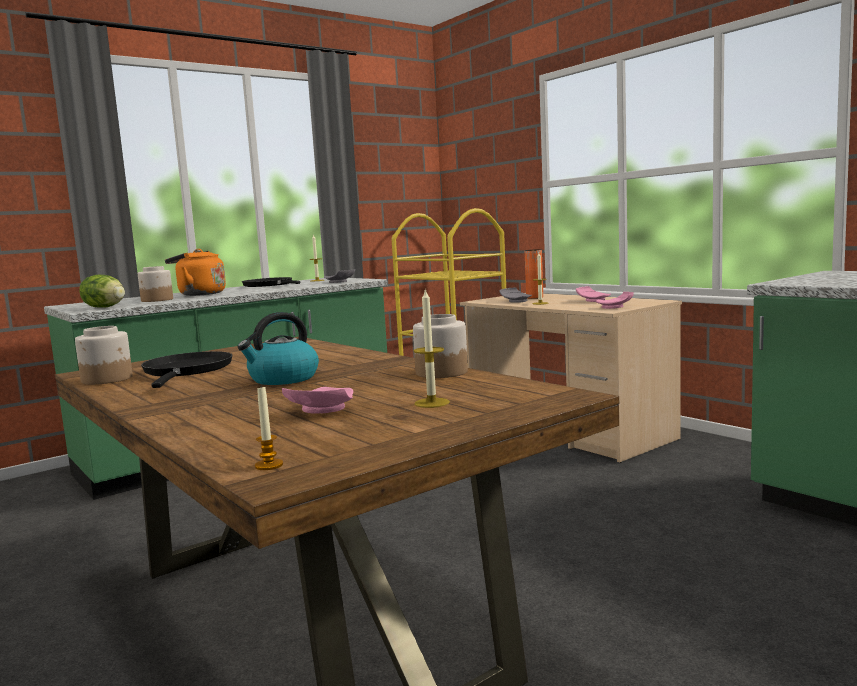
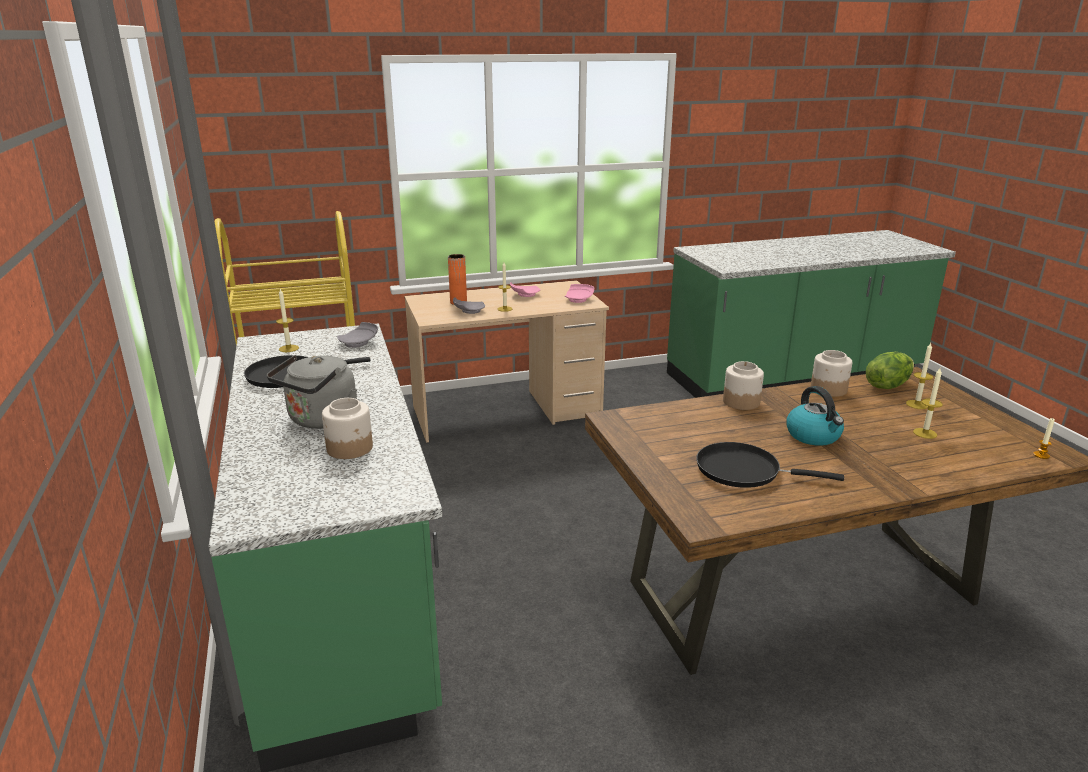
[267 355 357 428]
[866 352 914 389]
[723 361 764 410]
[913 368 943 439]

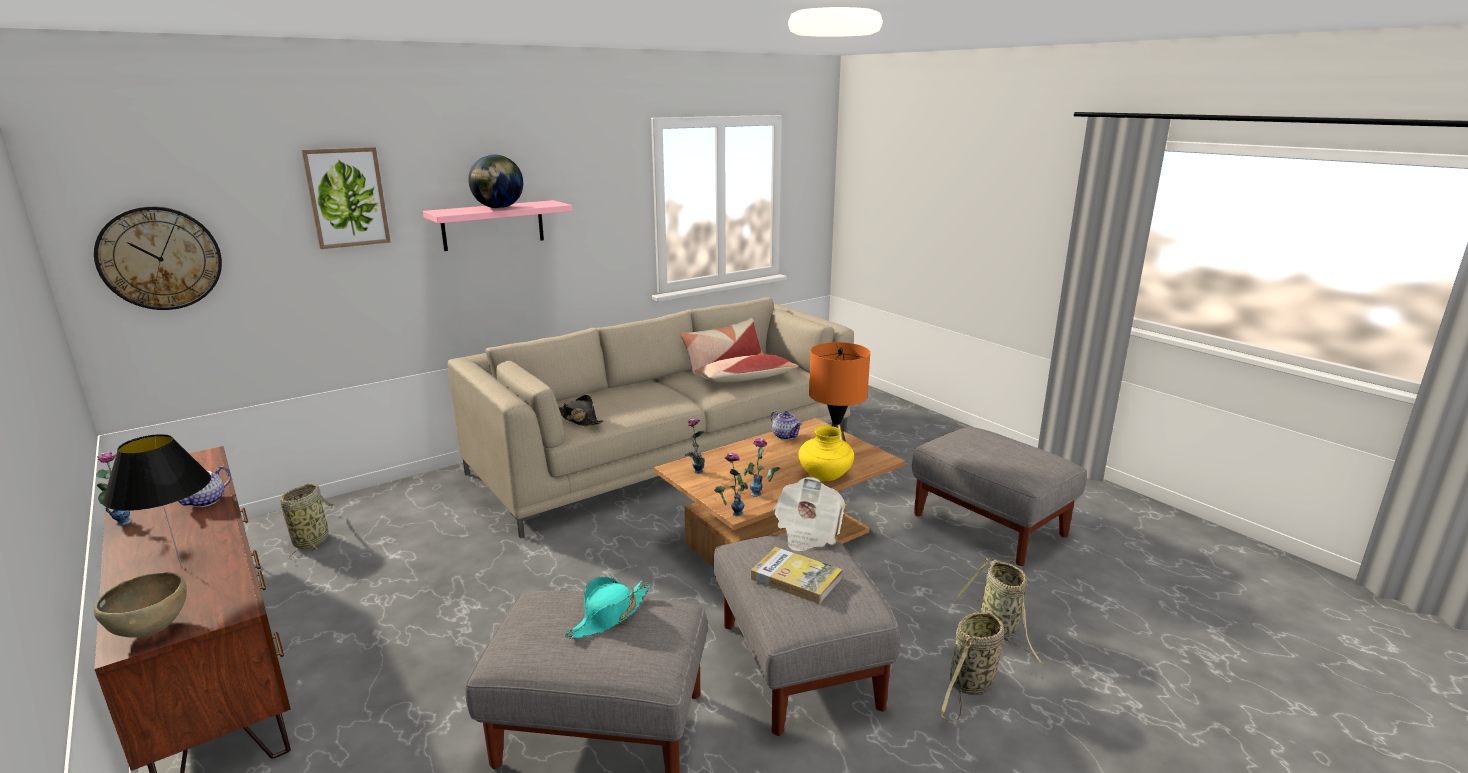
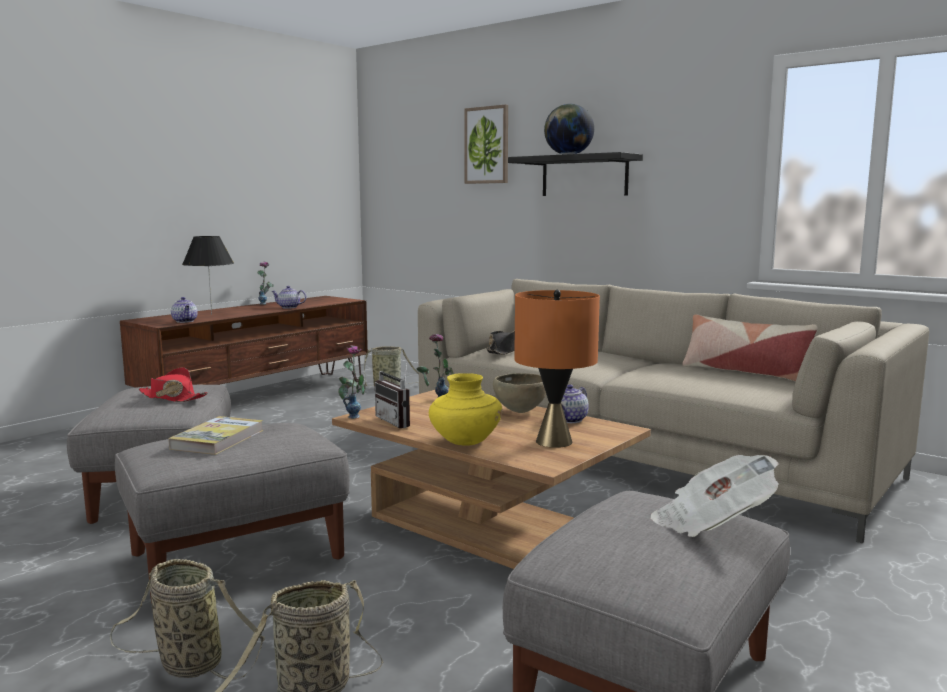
[508 152 643 196]
[94 206 222 310] (first image)
[694 354 798 383] (first image)
[375 360 410 428]
[651 455 779 537]
[493 373 546 413]
[139 367 208 402]
[171 297 198 323]

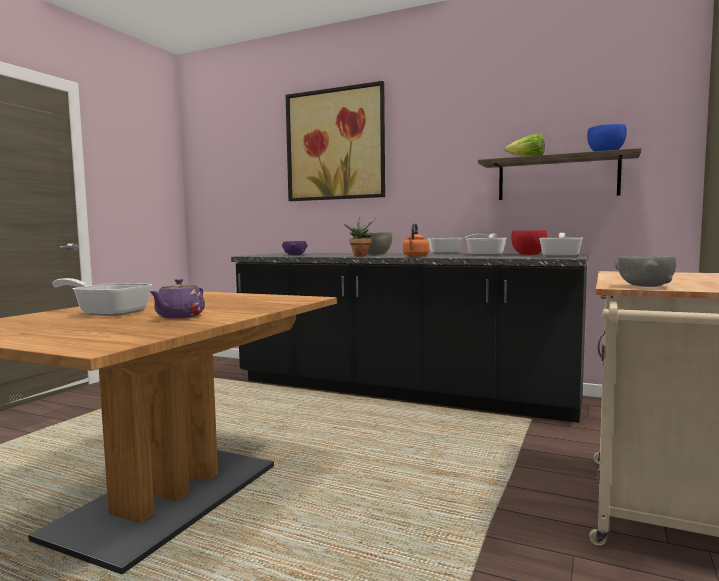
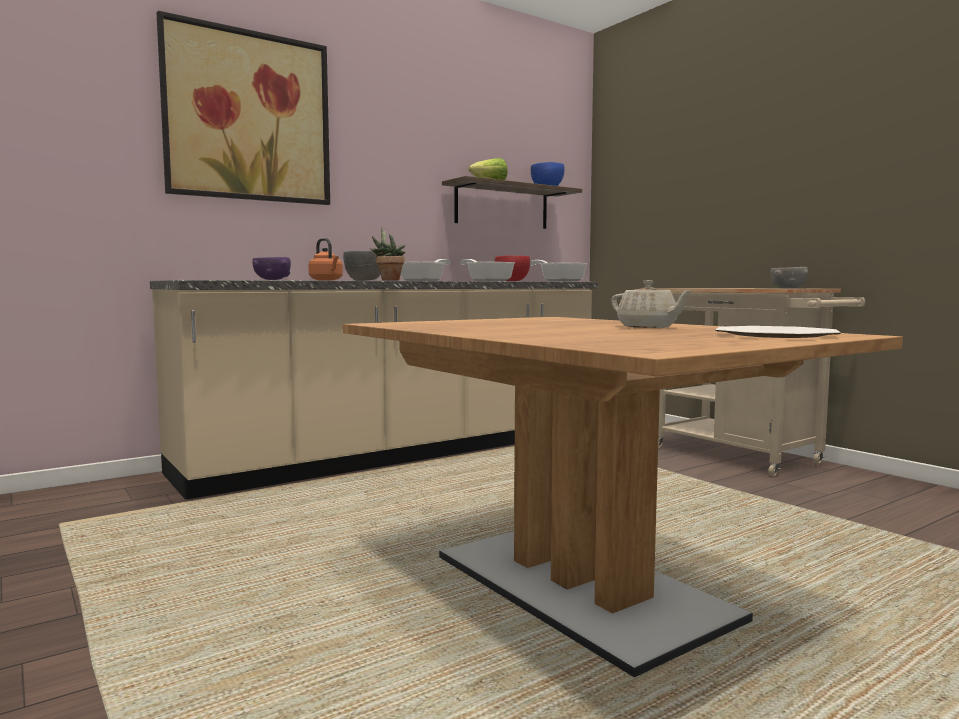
[308 238 343 281]
[150 280 598 500]
[52 278 152 316] (first image)
[611 280 692 328]
[715 326 841 338]

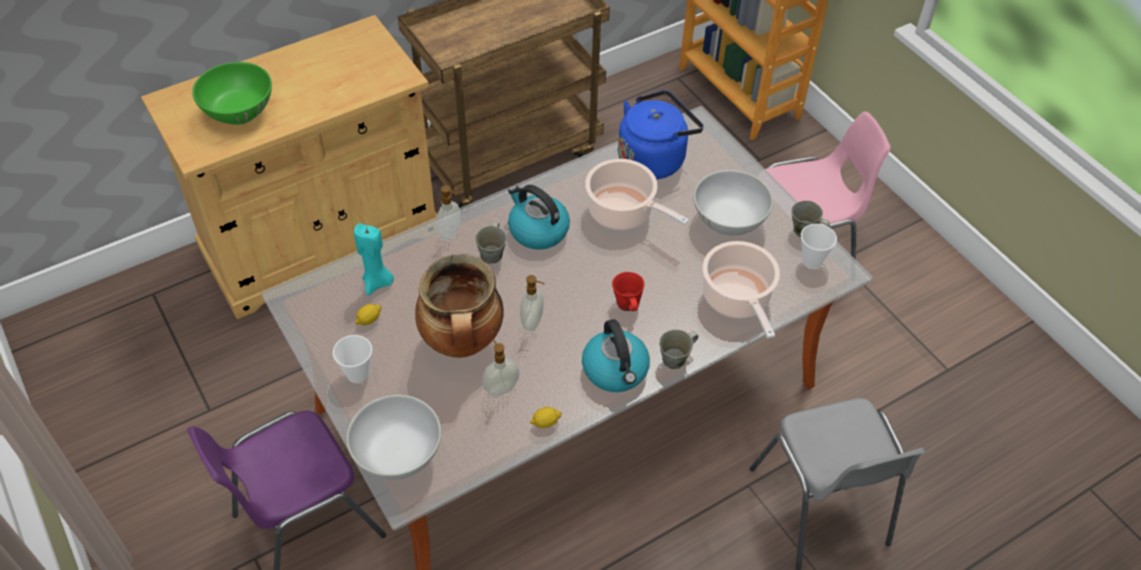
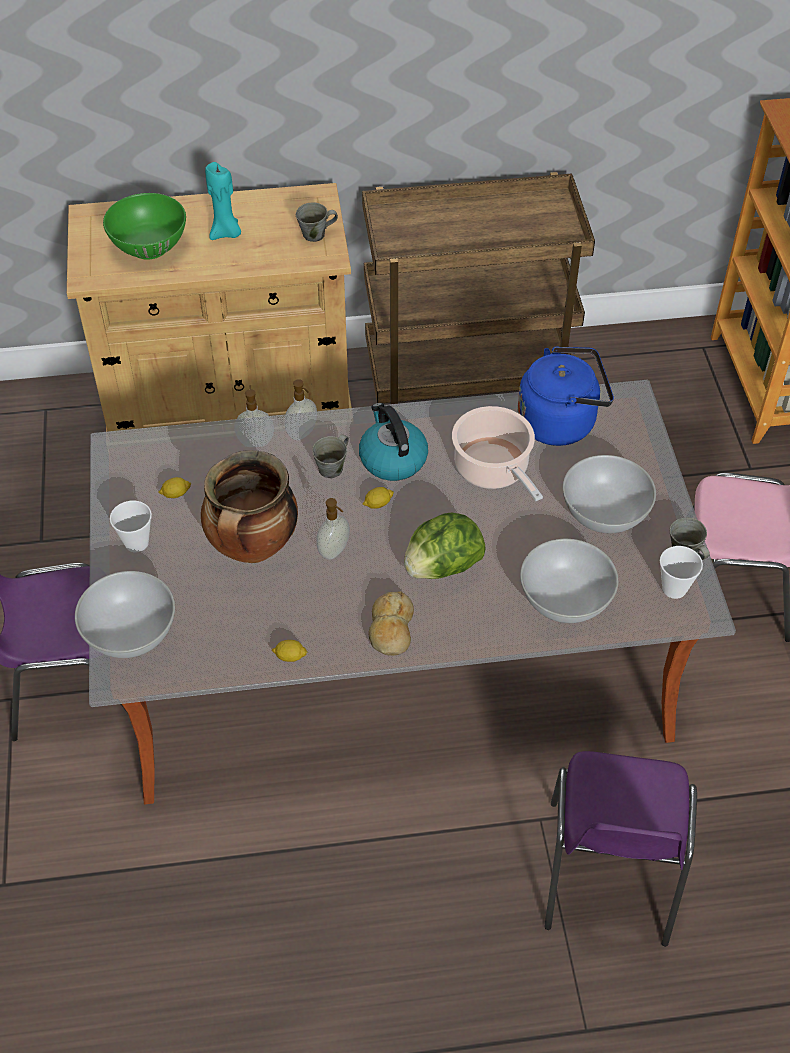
[205 162 241 240]
[520 539 618 623]
[404 512 486 579]
[369 591 414 656]
[296 203 338 242]
[234 385 274 447]
[544 751 697 947]
[363 487 394 509]

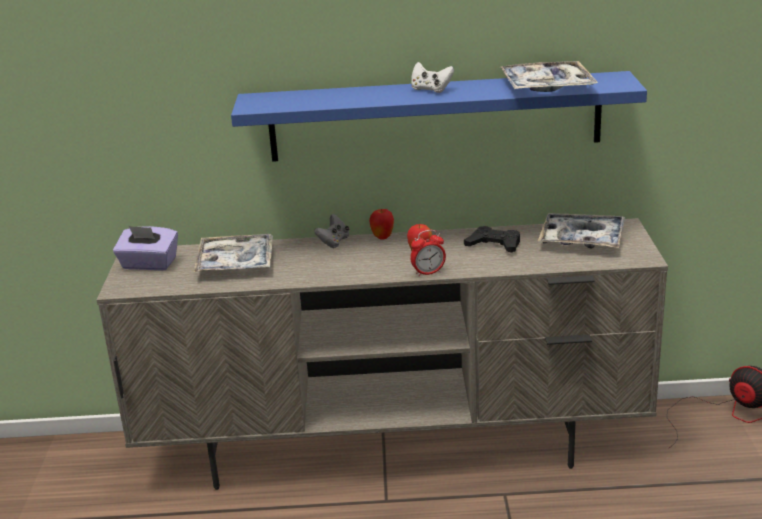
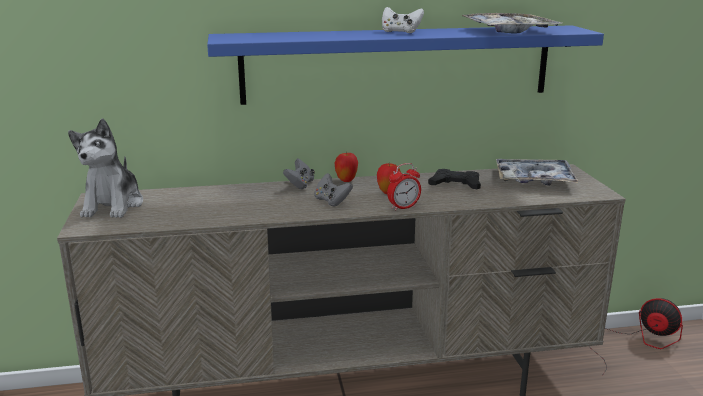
[68 118 143 218]
[194 234 273 272] (first image)
[314 173 353 207]

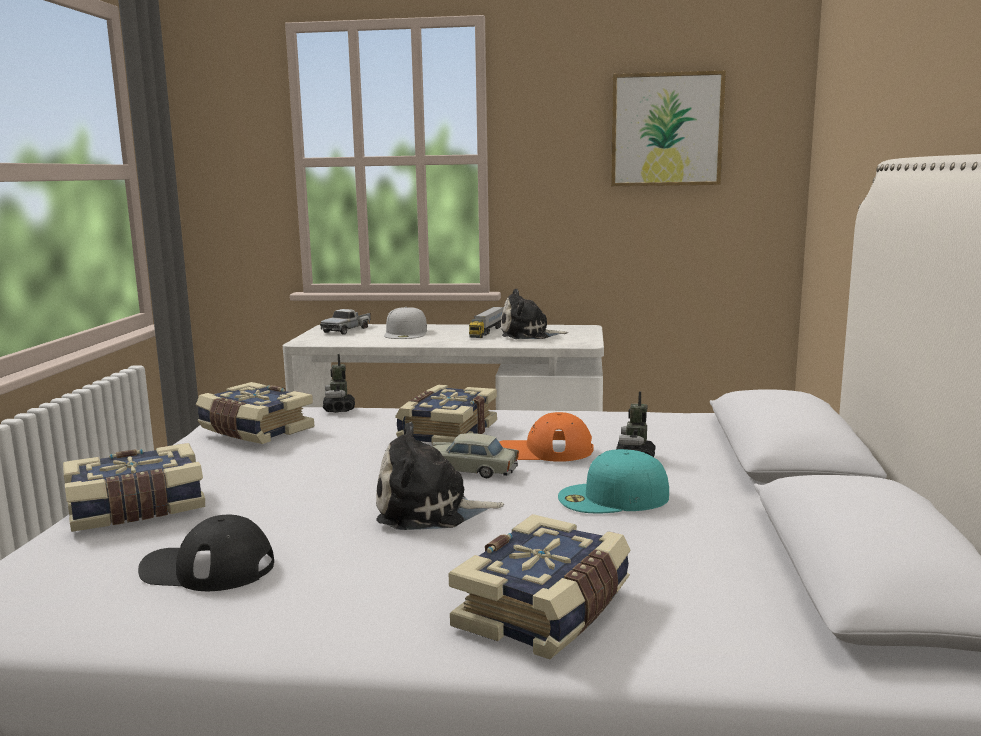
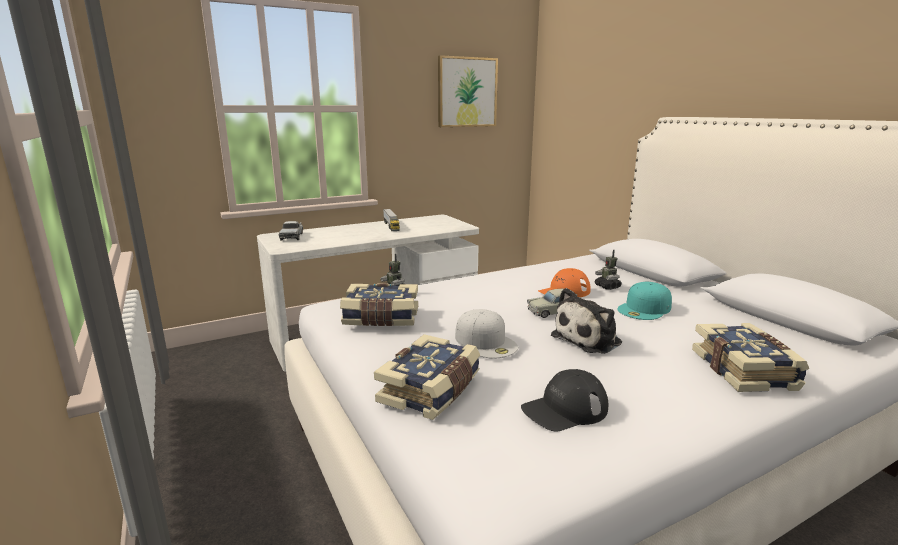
[501 289 568 339] (first image)
[455 309 518 359]
[395 385 497 444] (first image)

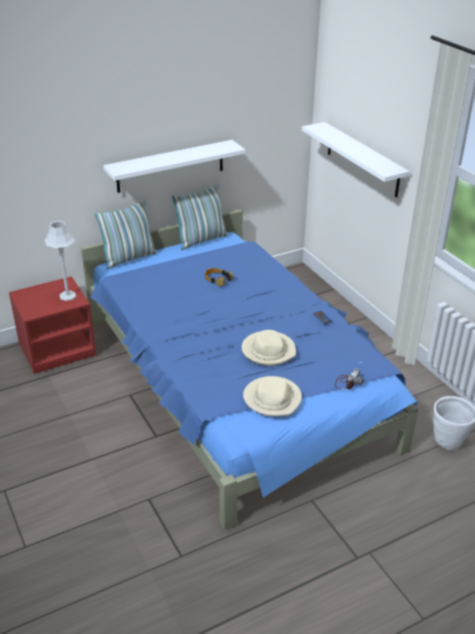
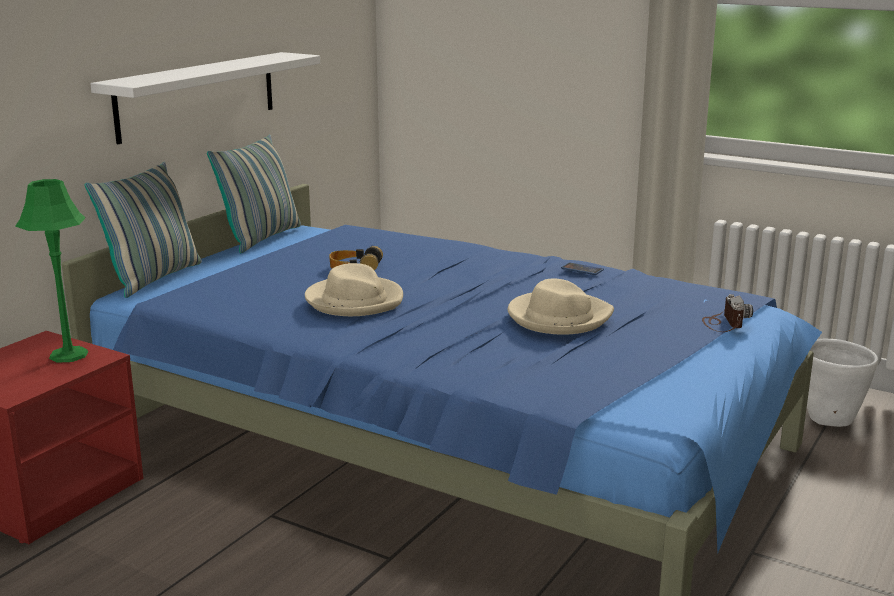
[302 122 410 198] (first image)
[15 179 88 363]
[305 263 403 316]

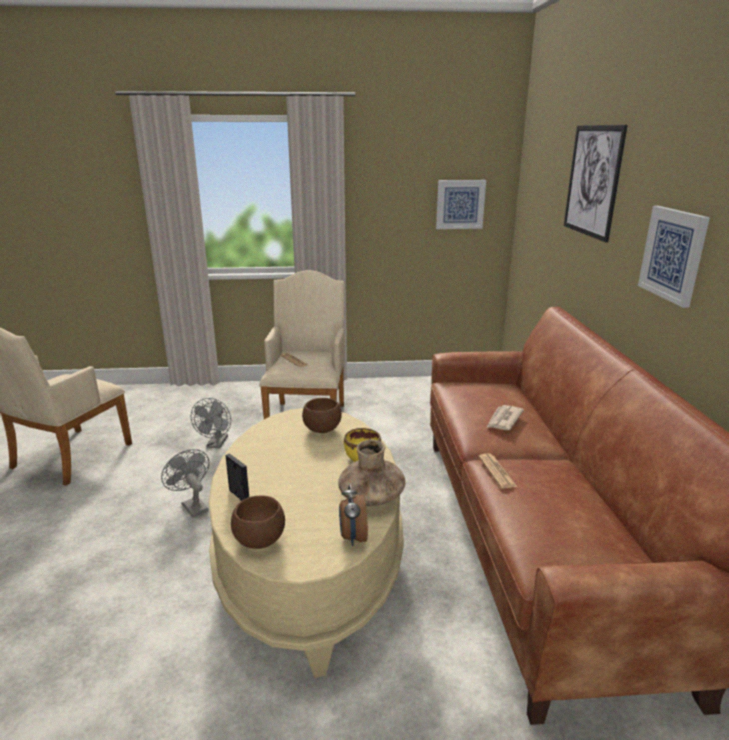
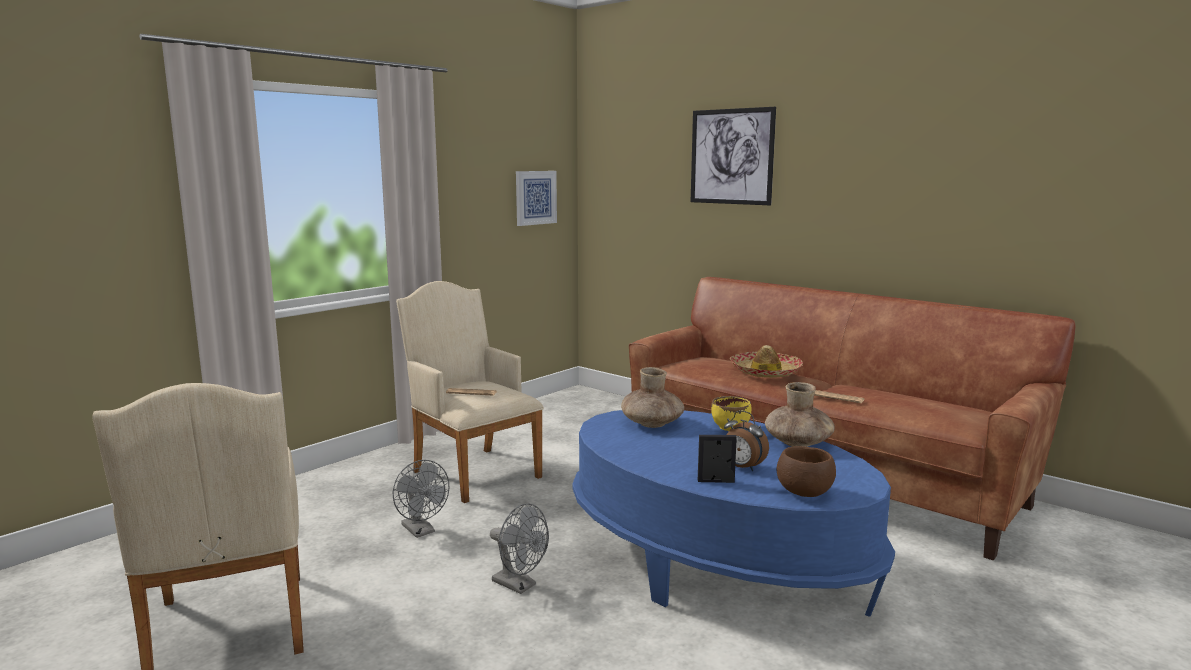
[638 206 710 308] (first image)
[621 367 684 428]
[730 345 803 378]
[572 410 895 617]
[490 503 549 594]
[724 410 769 471]

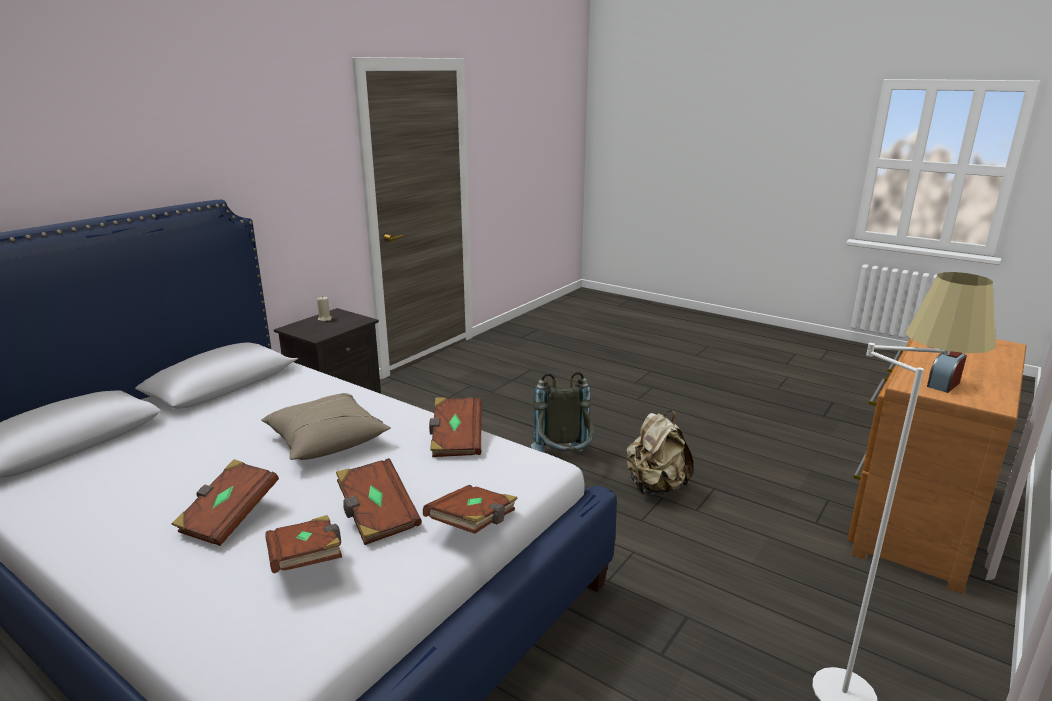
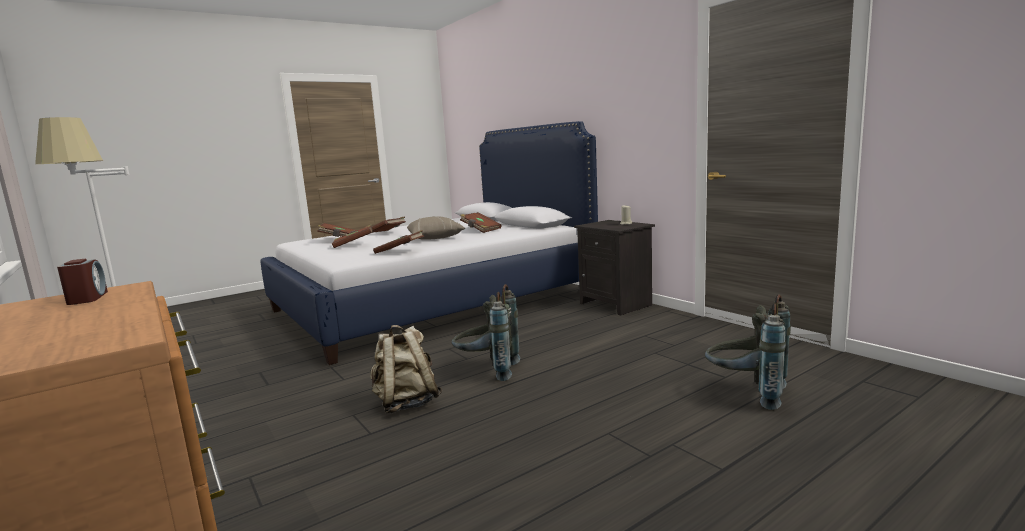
[460 212 501 233]
[705 294 791 410]

